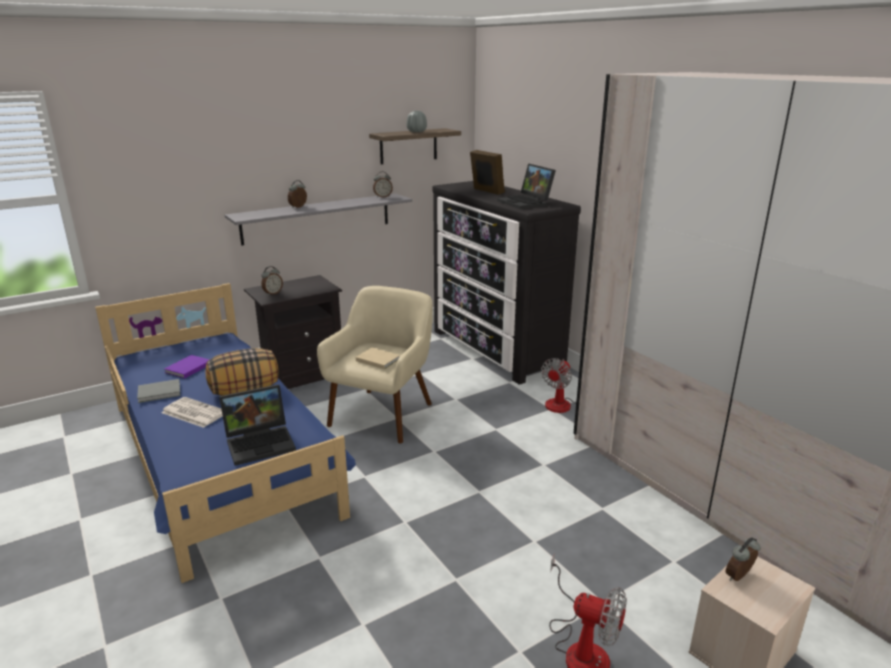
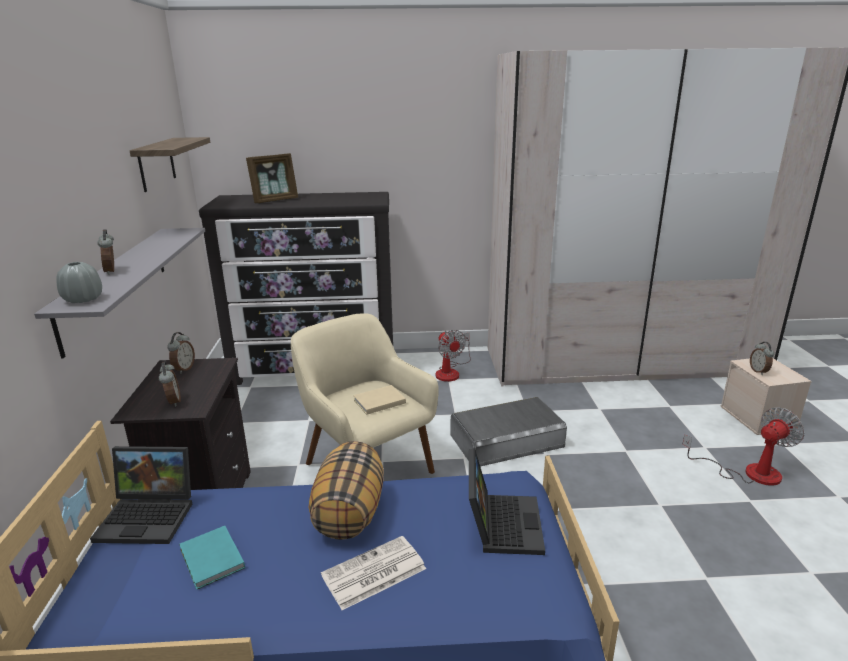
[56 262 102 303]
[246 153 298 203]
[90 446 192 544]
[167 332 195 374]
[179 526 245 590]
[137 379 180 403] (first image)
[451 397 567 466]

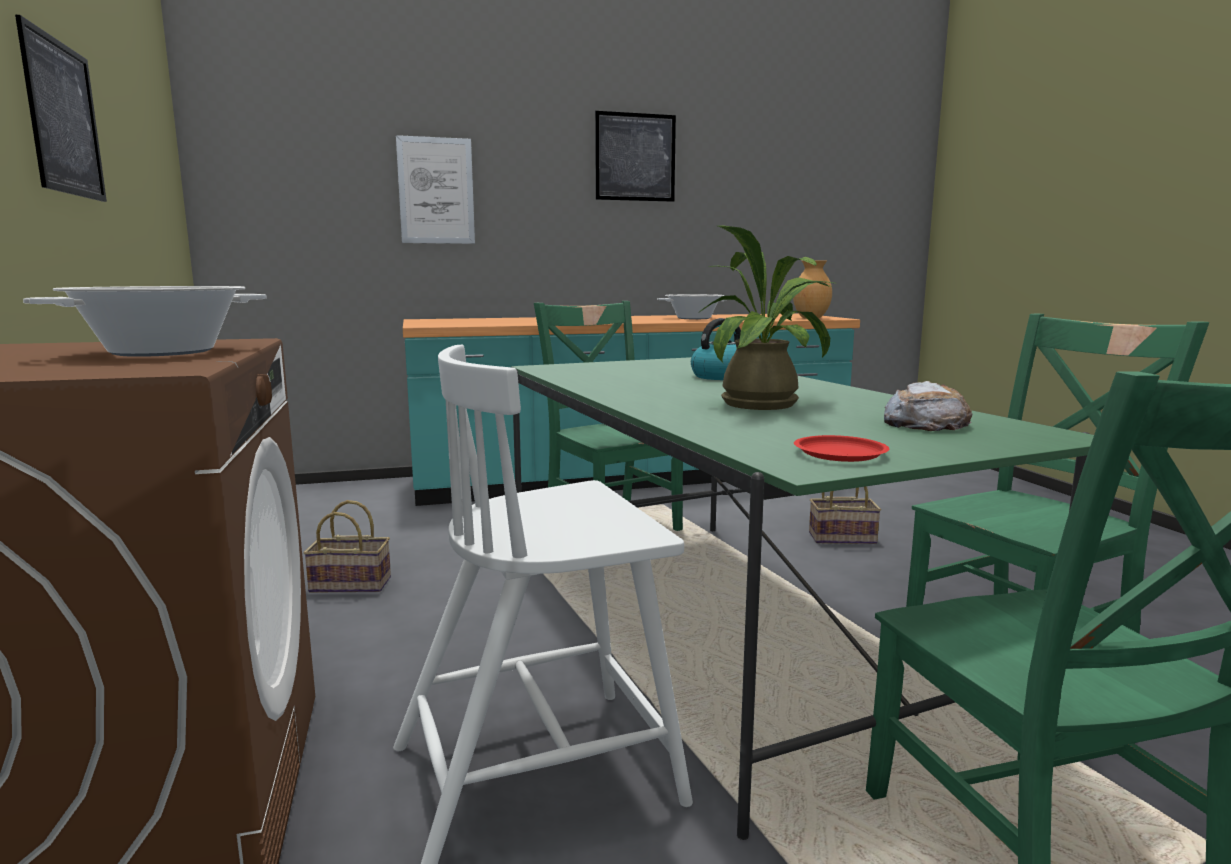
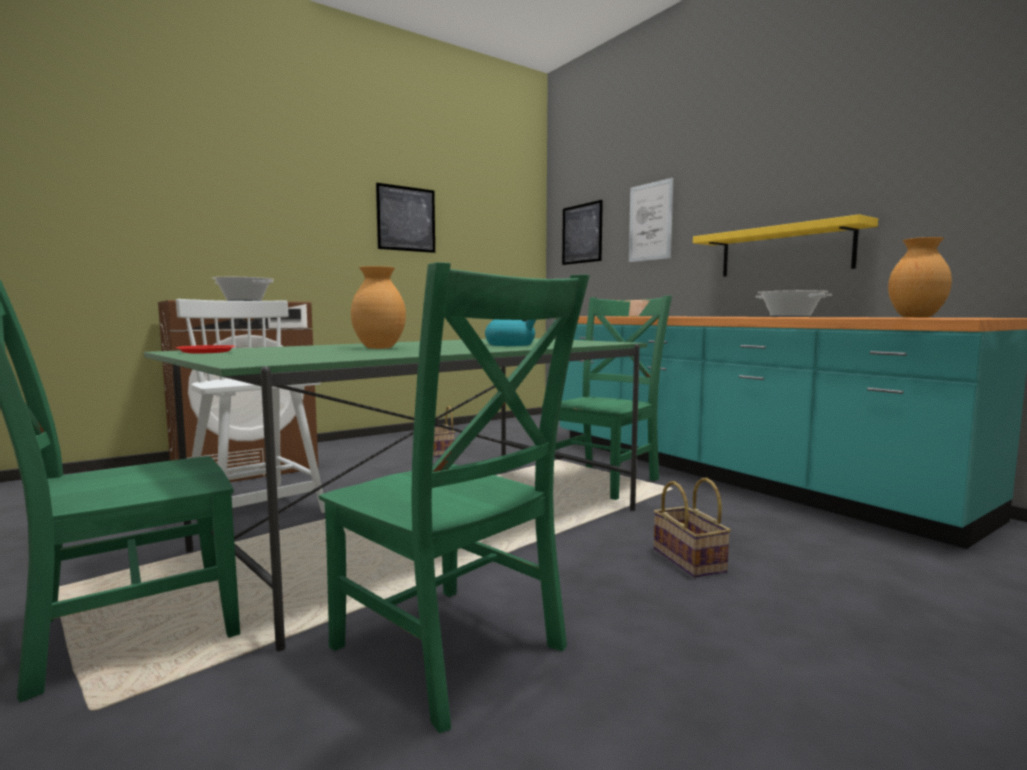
[562 200 603 265]
[351 266 406 349]
[884 381 972 431] (first image)
[693 214 878 277]

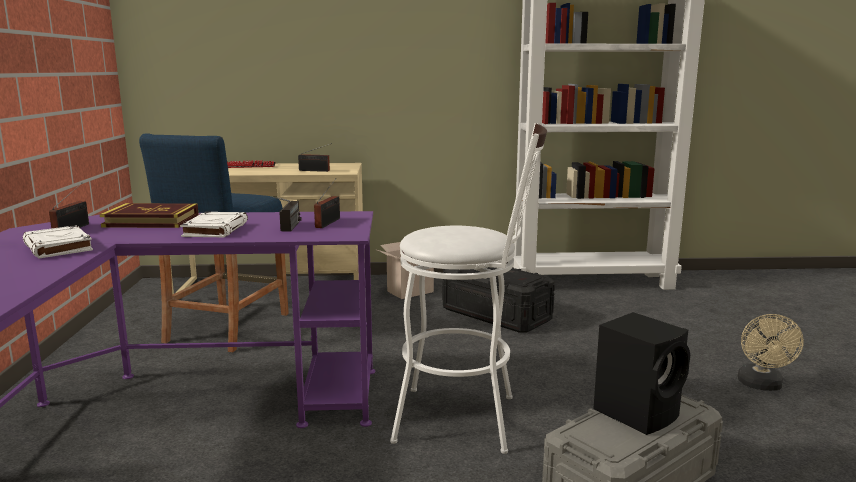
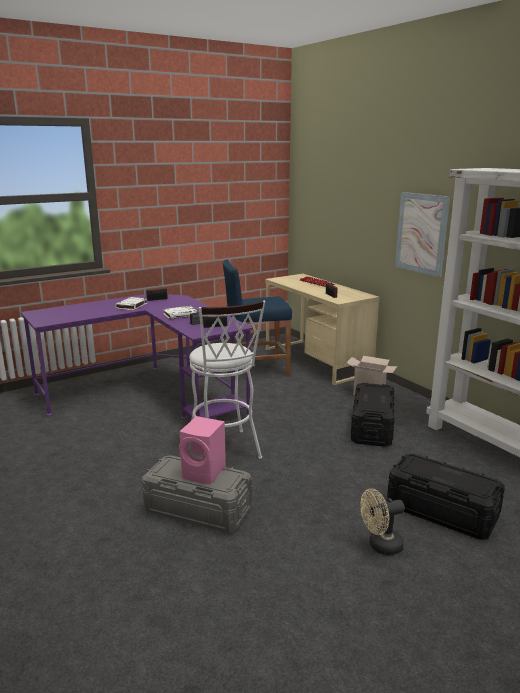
[99 203 199 228] (first image)
[179 416 226 484]
[395 192 450 277]
[387 454 505 540]

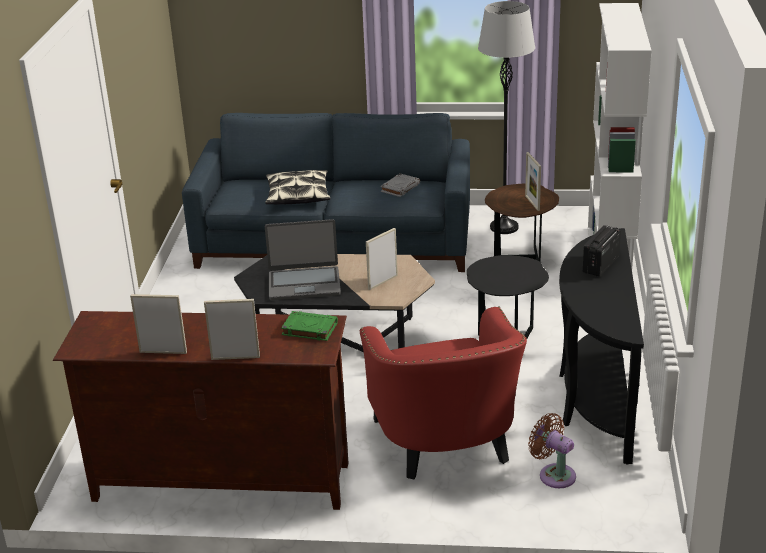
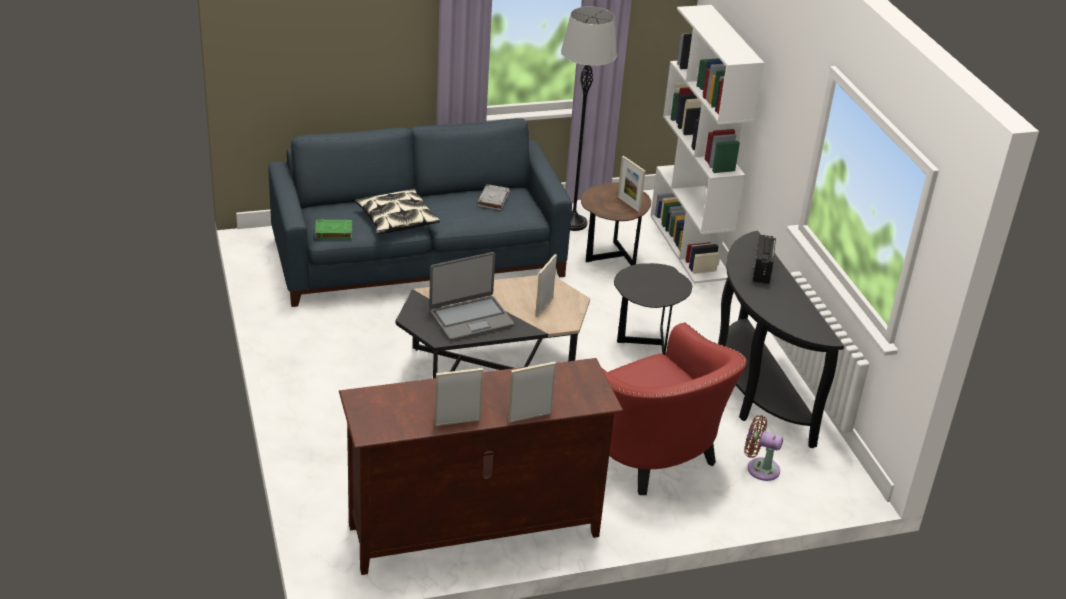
[315 219 352 239]

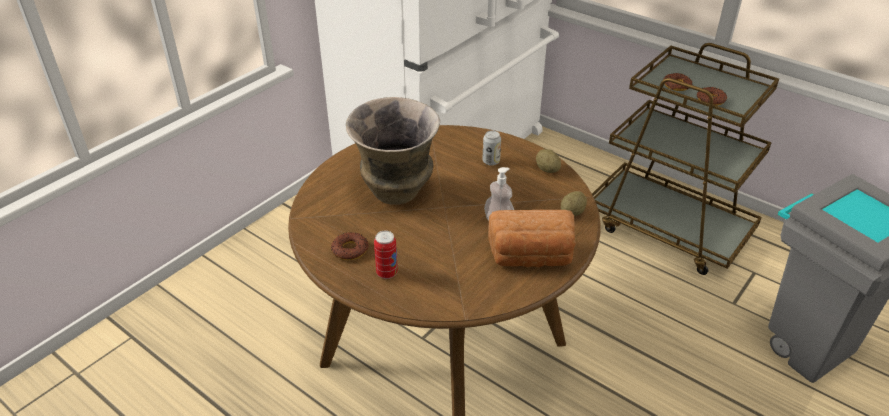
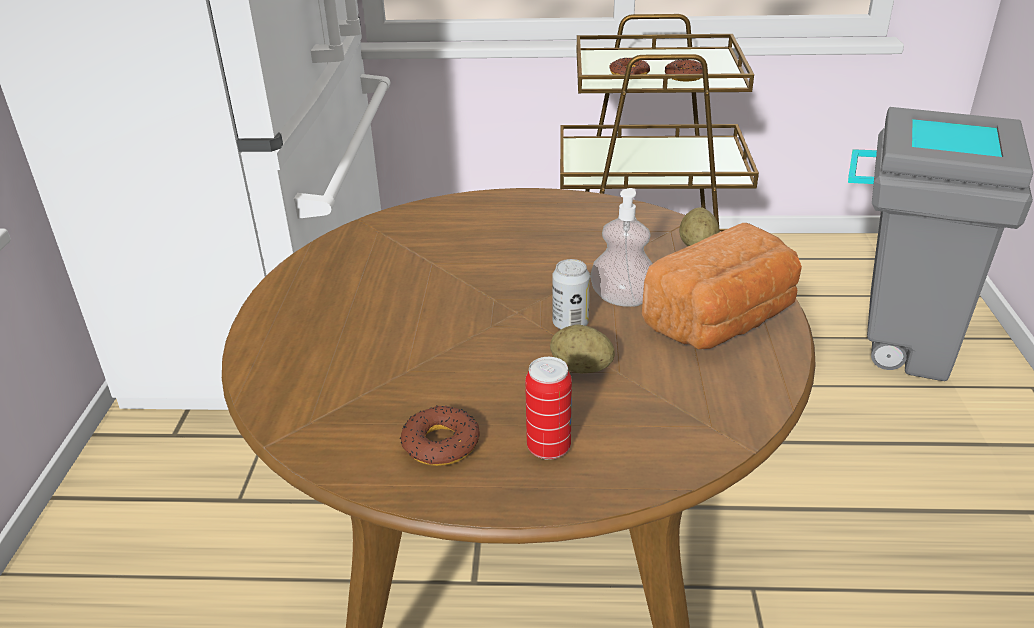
[346 97 440 205] (first image)
[552 259 590 329]
[550 324 615 373]

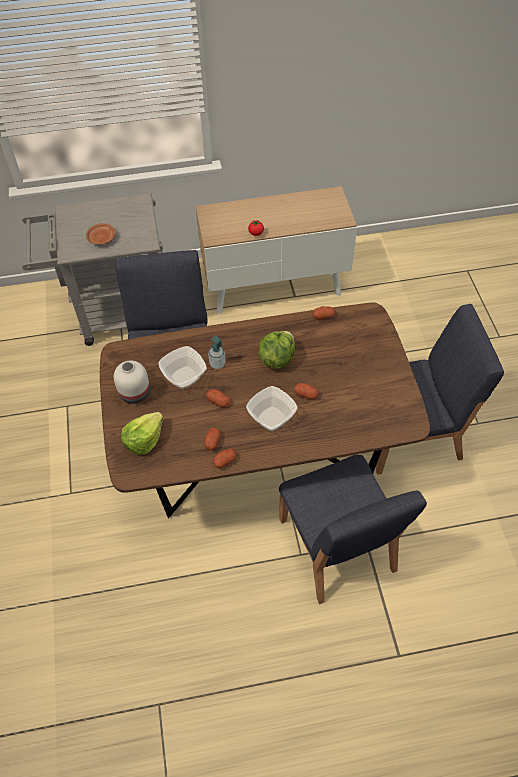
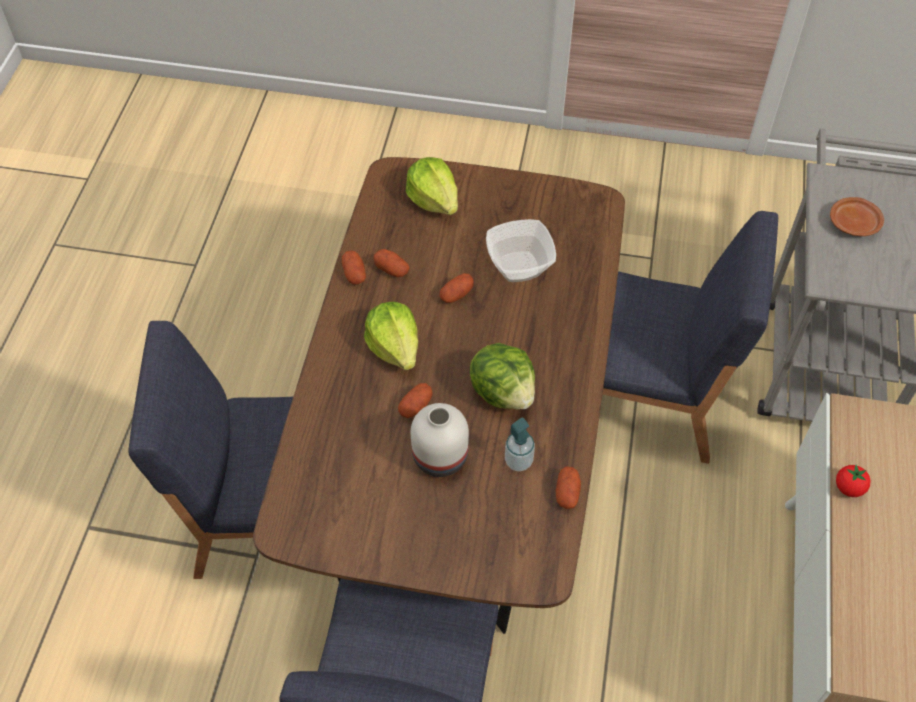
[505 417 535 471]
[411 403 469 477]
[364 302 418 370]

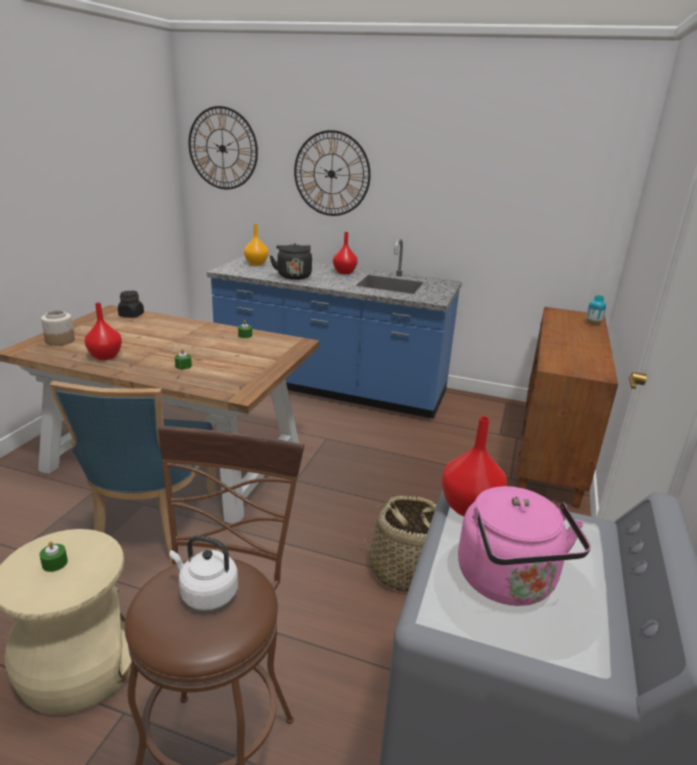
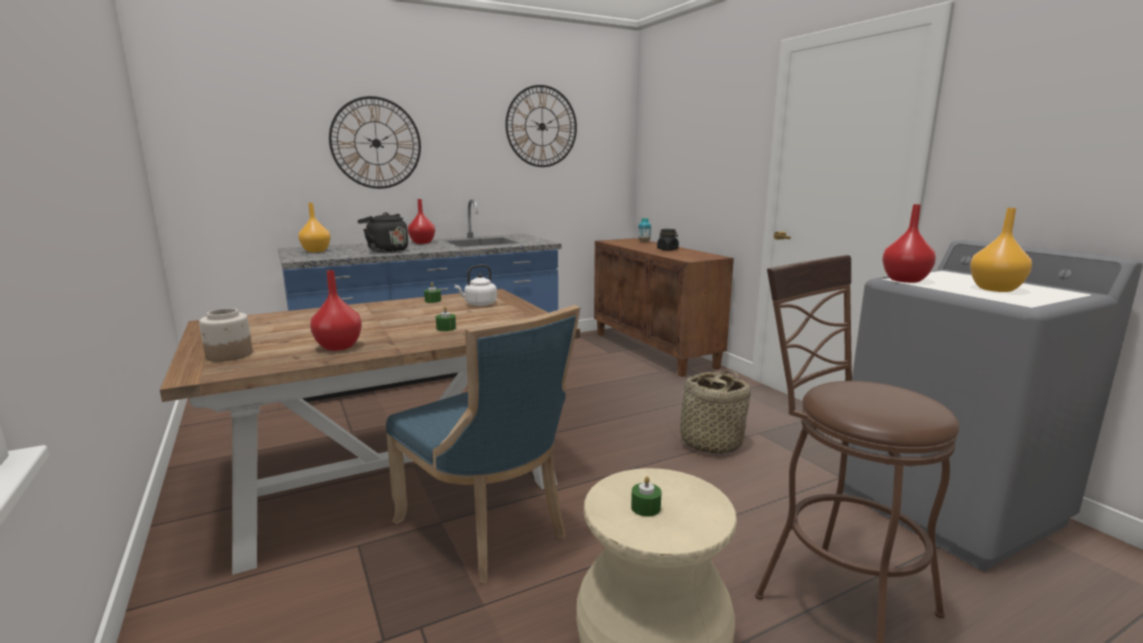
[505 85 577 167]
[657 229 679 251]
[970 208 1032 292]
[455 264 497 306]

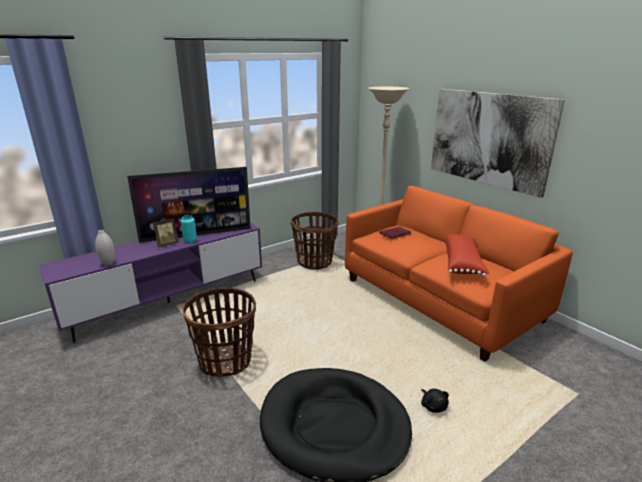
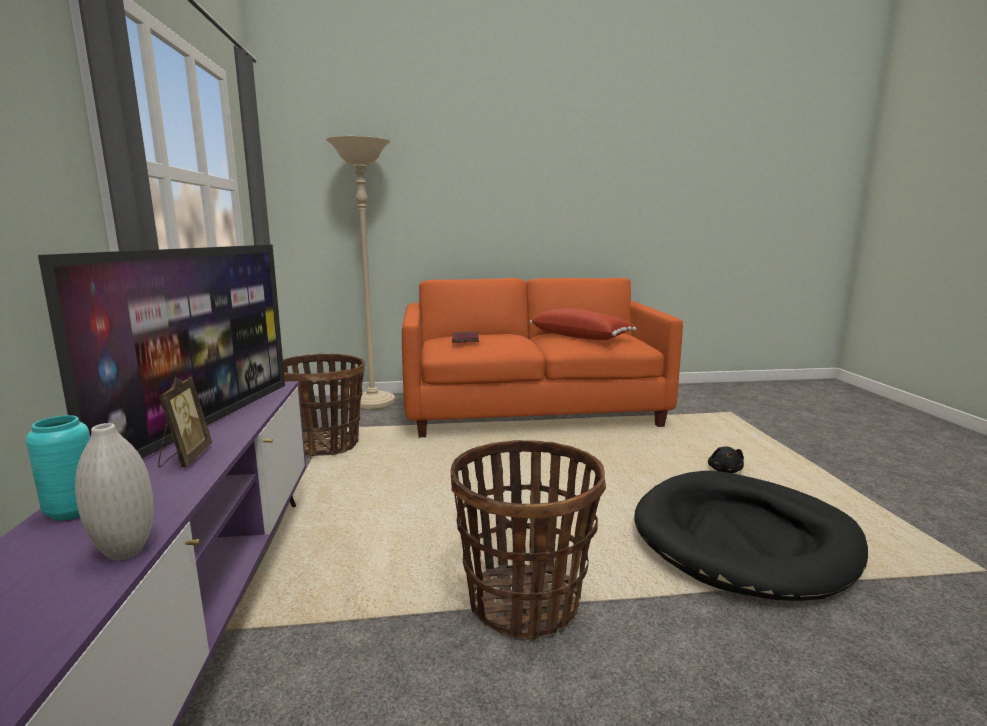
[431 89 565 198] (first image)
[26 415 90 521]
[708 446 744 473]

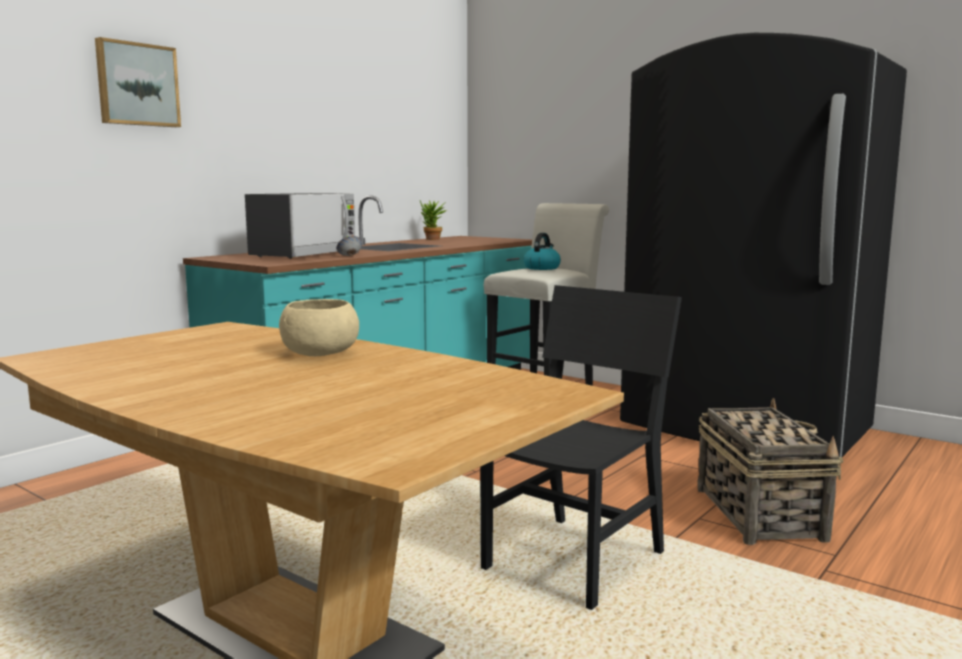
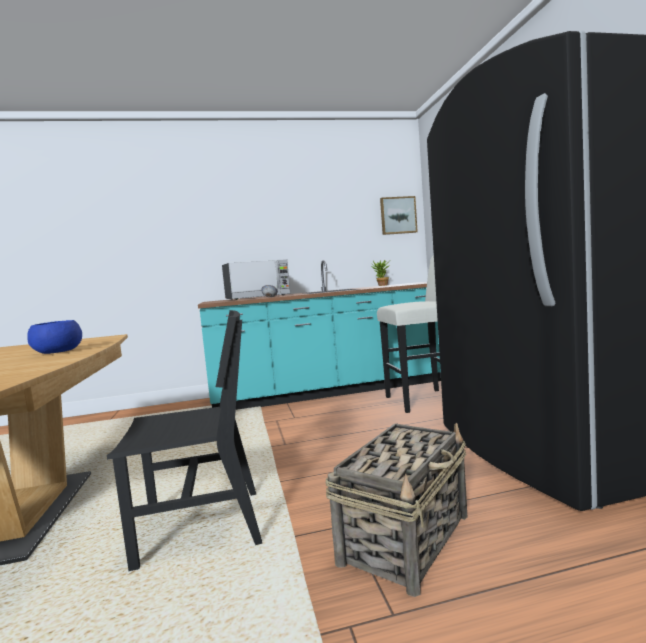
[380 196 418 235]
[523 233 561 270] (first image)
[27 320 82 354]

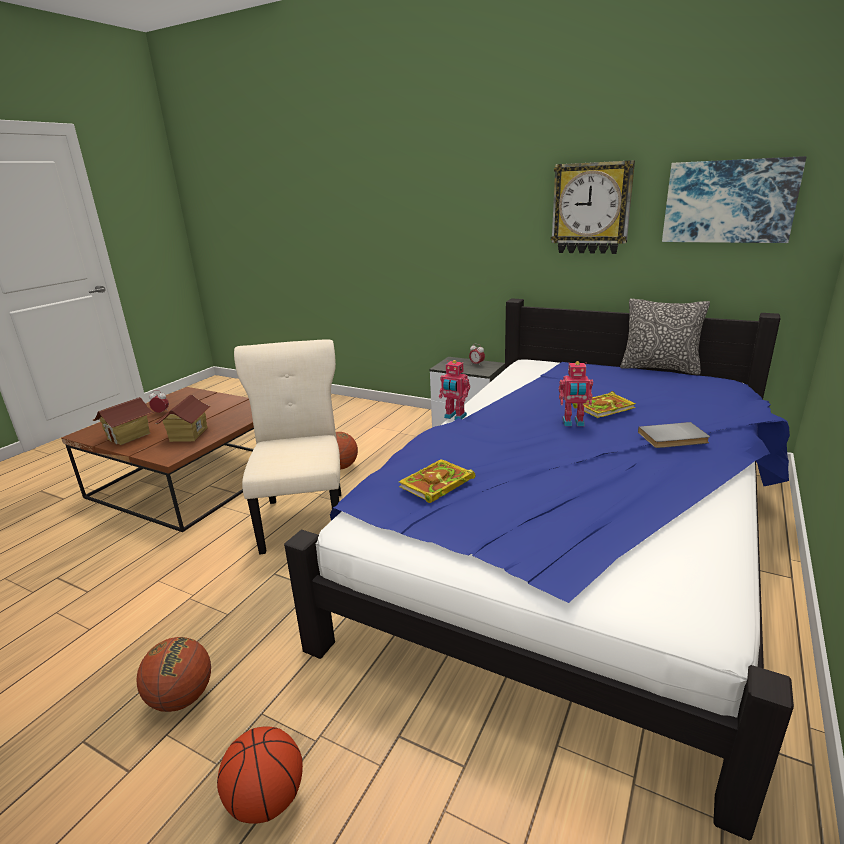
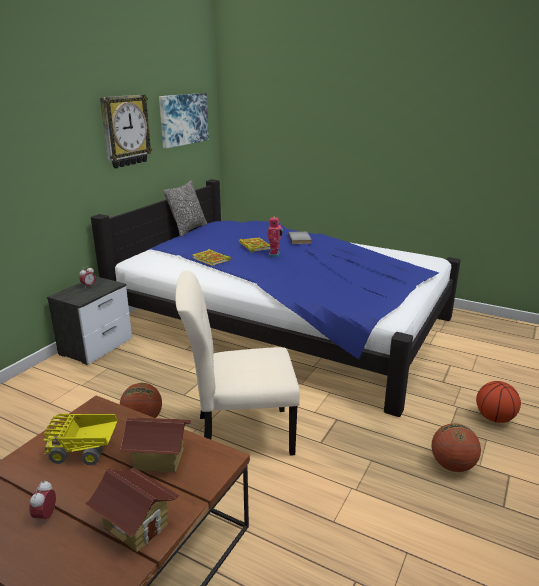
[439 360 470 420] (first image)
[193 249 231 266]
[43 413 117 465]

